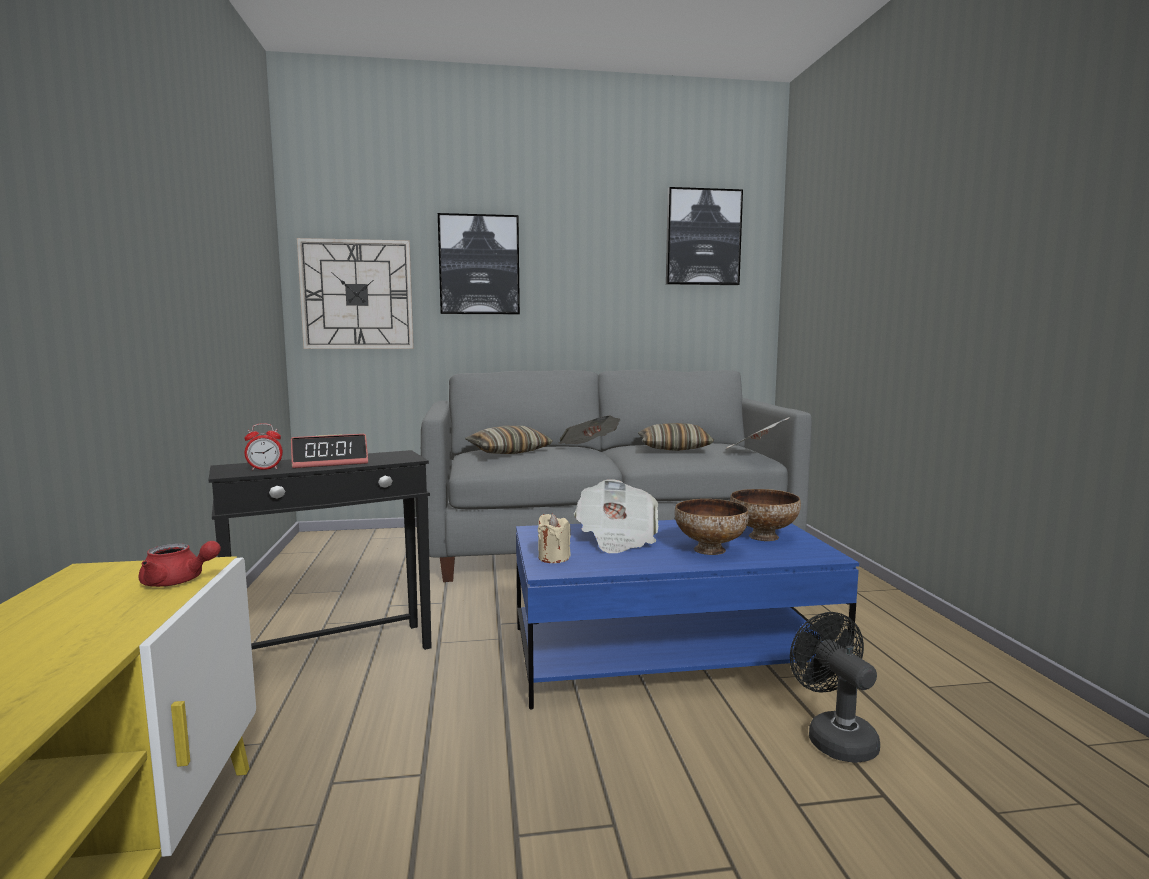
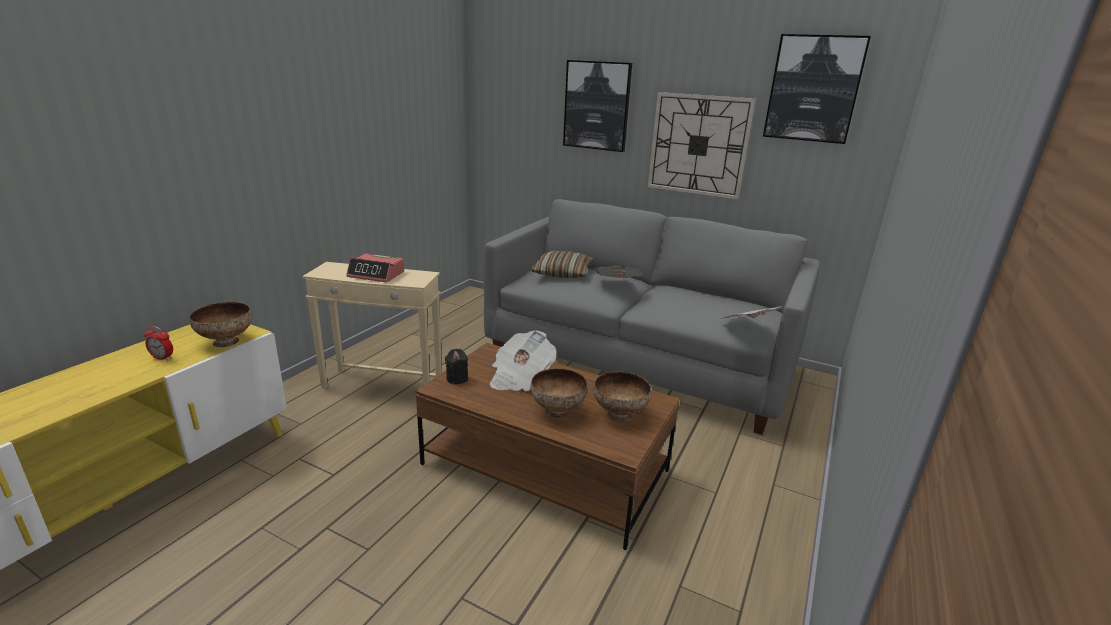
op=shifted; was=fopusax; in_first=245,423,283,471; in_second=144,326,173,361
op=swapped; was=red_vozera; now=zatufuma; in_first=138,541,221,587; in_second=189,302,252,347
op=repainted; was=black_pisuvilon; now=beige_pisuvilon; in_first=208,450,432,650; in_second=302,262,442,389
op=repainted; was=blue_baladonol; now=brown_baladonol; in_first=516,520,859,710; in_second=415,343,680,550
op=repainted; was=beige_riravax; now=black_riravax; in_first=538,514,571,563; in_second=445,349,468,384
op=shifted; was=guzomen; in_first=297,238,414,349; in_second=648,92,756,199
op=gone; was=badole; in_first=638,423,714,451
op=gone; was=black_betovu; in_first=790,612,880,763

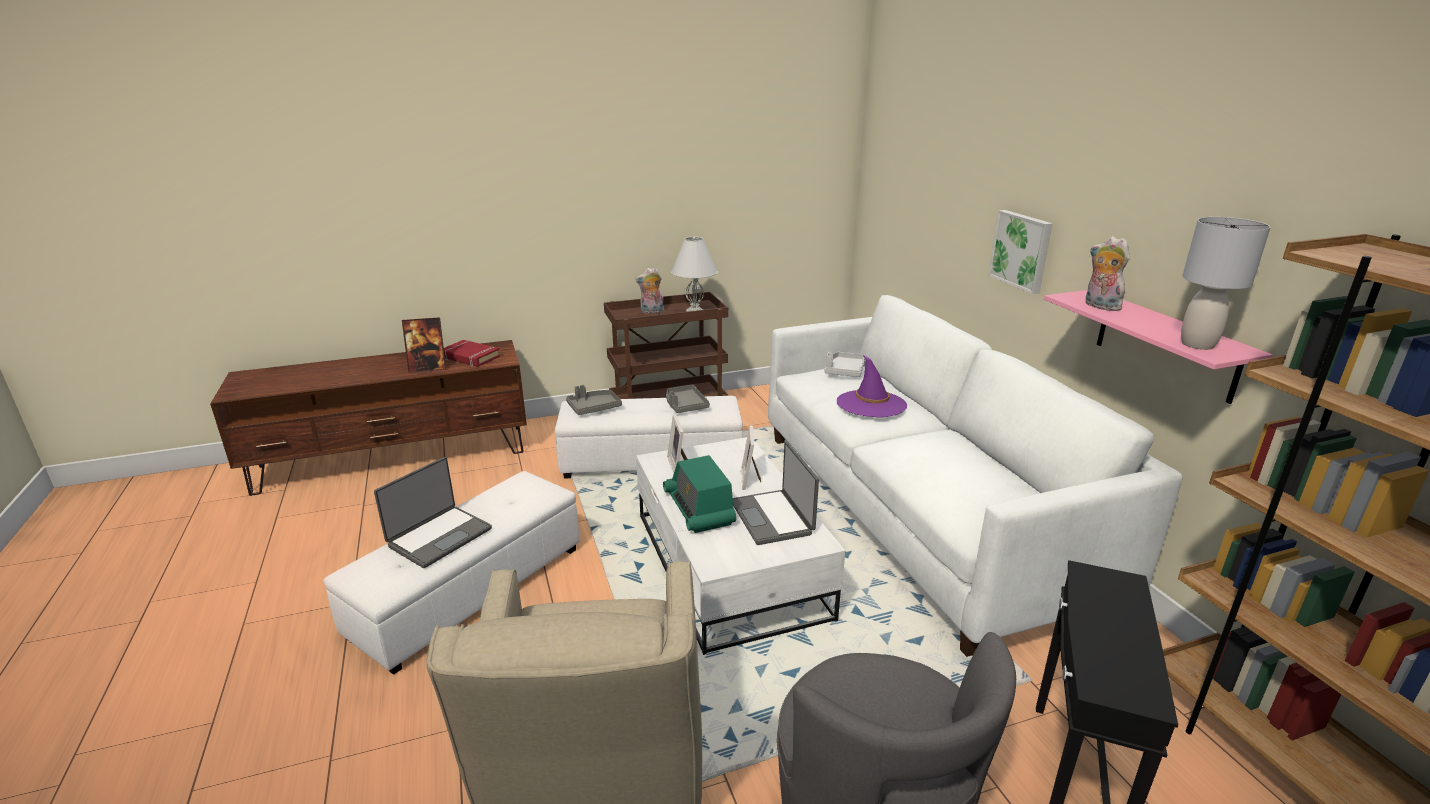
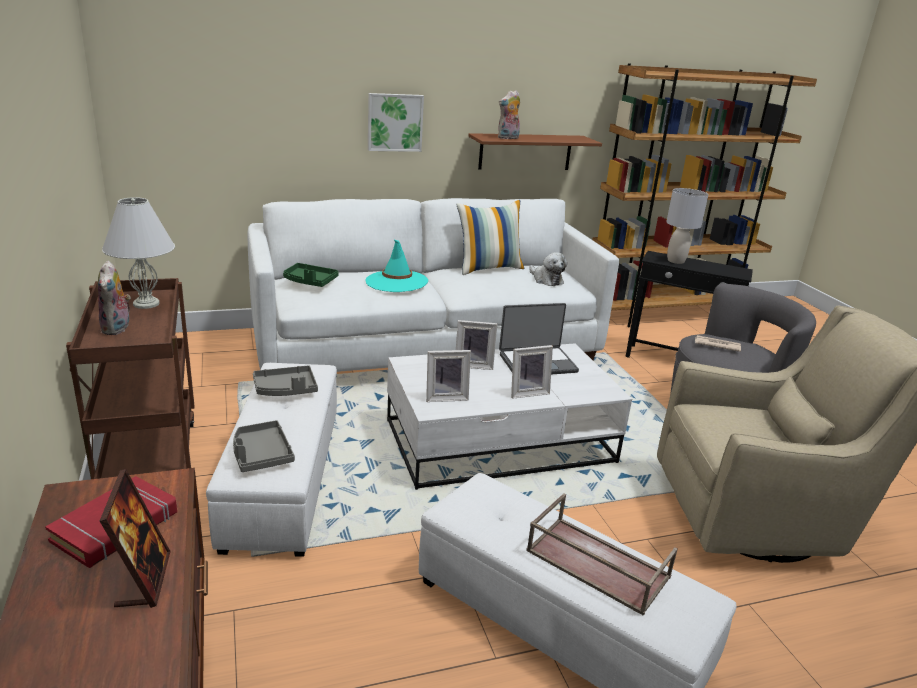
op=repainted; was=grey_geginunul; now=green_geginunul; in_first=825,352,865,377; in_second=283,263,339,287
op=repainted; was=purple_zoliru; now=turquoise_zoliru; in_first=837,355,907,417; in_second=365,240,428,292
op=new; now=badole; in_second=456,200,525,275
op=repainted; was=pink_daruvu; now=brown_daruvu; in_first=1044,290,1273,404; in_second=468,133,602,170
op=swapped; was=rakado; now=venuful; in_first=663,455,736,533; in_second=511,345,553,399
op=swapped; was=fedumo; now=brown_geginunul; in_first=374,457,492,568; in_second=526,493,678,616
op=new; now=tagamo; in_second=529,252,567,286
op=shifted; was=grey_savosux; in_first=1181,217,1271,350; in_second=667,188,708,264
op=new; now=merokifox; in_second=695,335,741,352

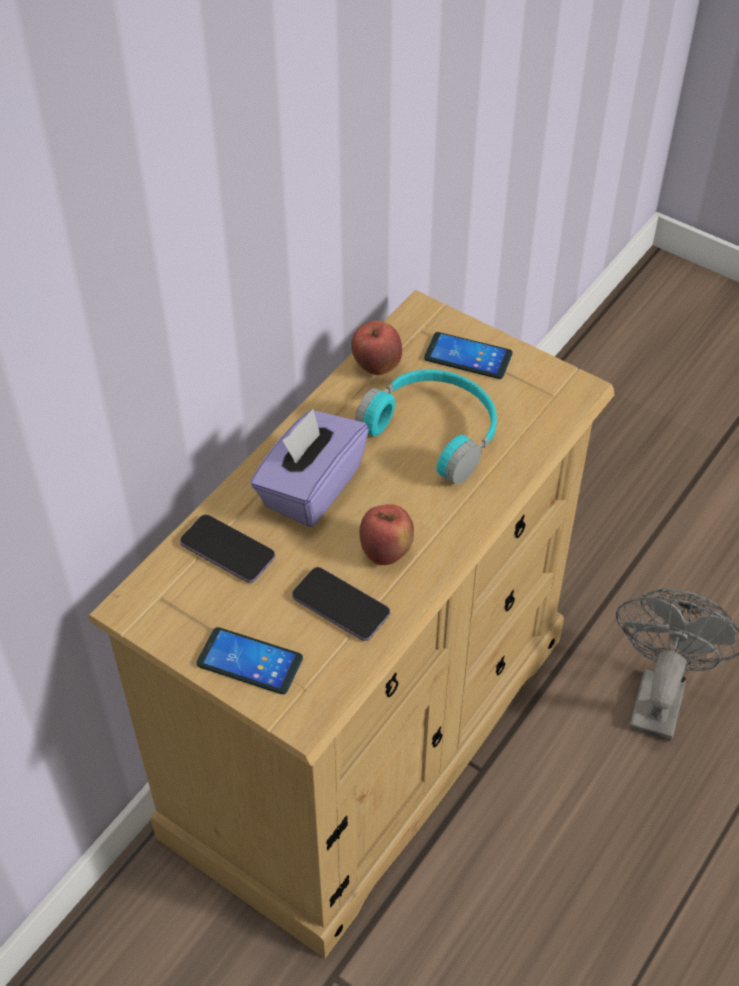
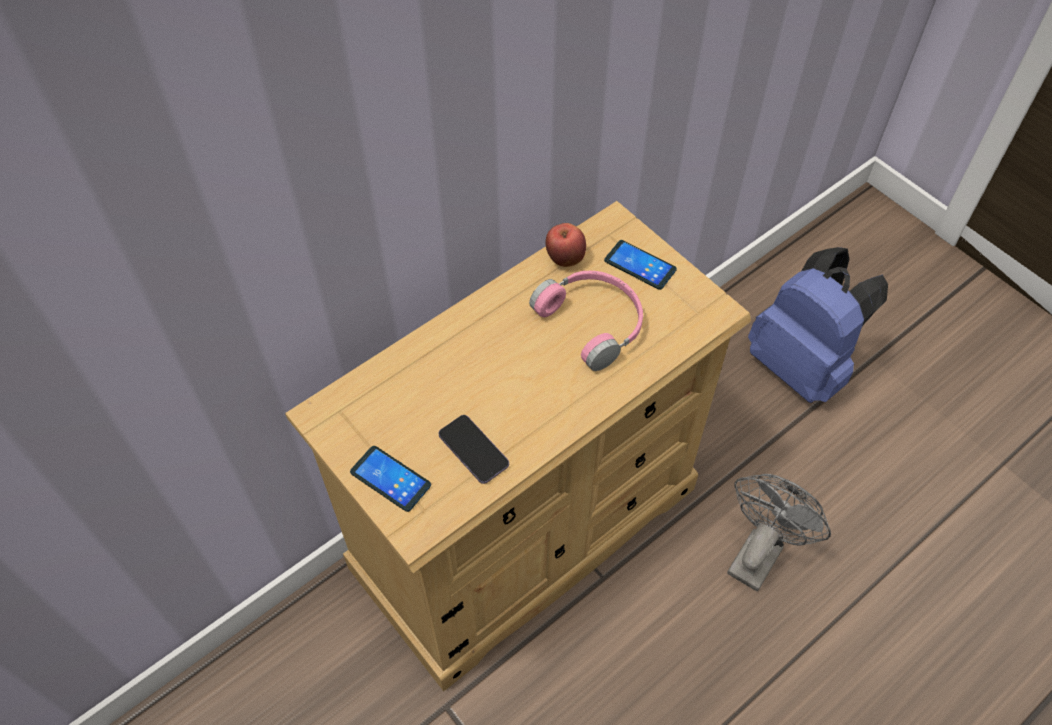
op=repainted; was=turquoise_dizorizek; now=pink_dizorizek; in_first=355,369,497,484; in_second=529,271,643,371
op=new; now=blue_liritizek; in_second=748,247,888,403
op=gone; was=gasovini; in_first=180,514,275,583
op=gone; was=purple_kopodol; in_first=250,409,369,527
op=gone; was=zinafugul; in_first=359,504,414,565

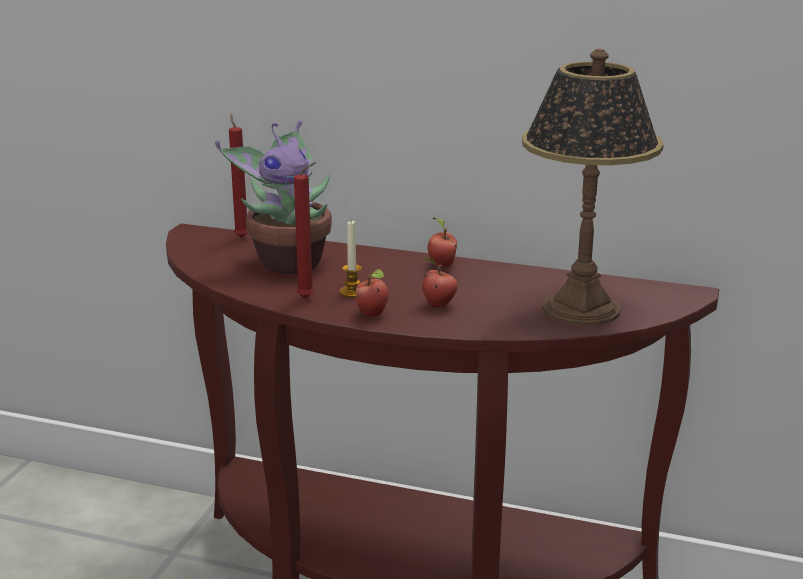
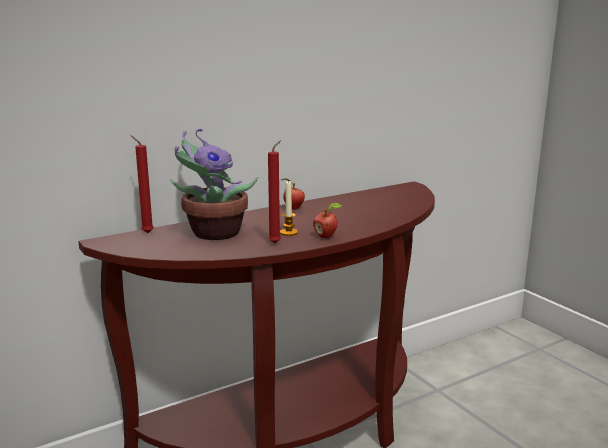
op=gone; was=zinafugul; in_first=416,258,458,308
op=gone; was=savosux; in_first=522,49,664,326

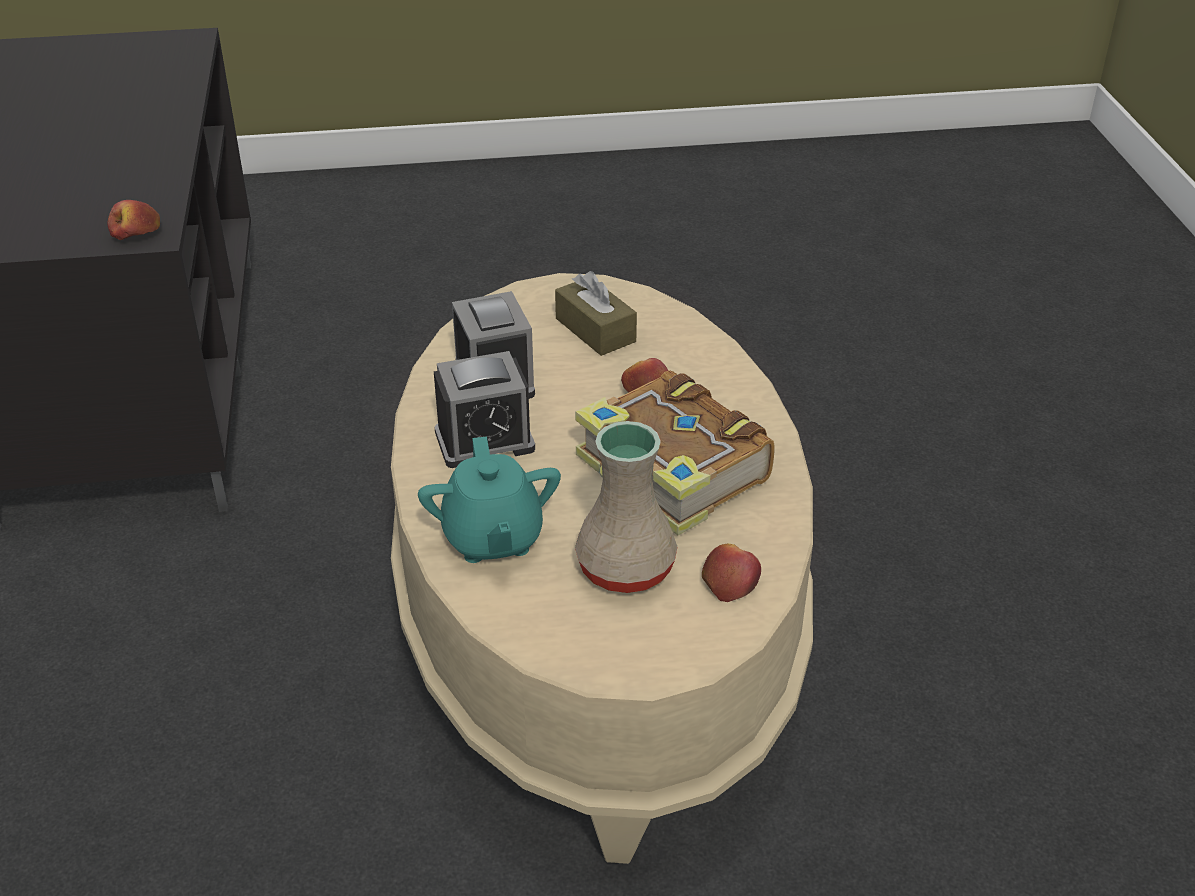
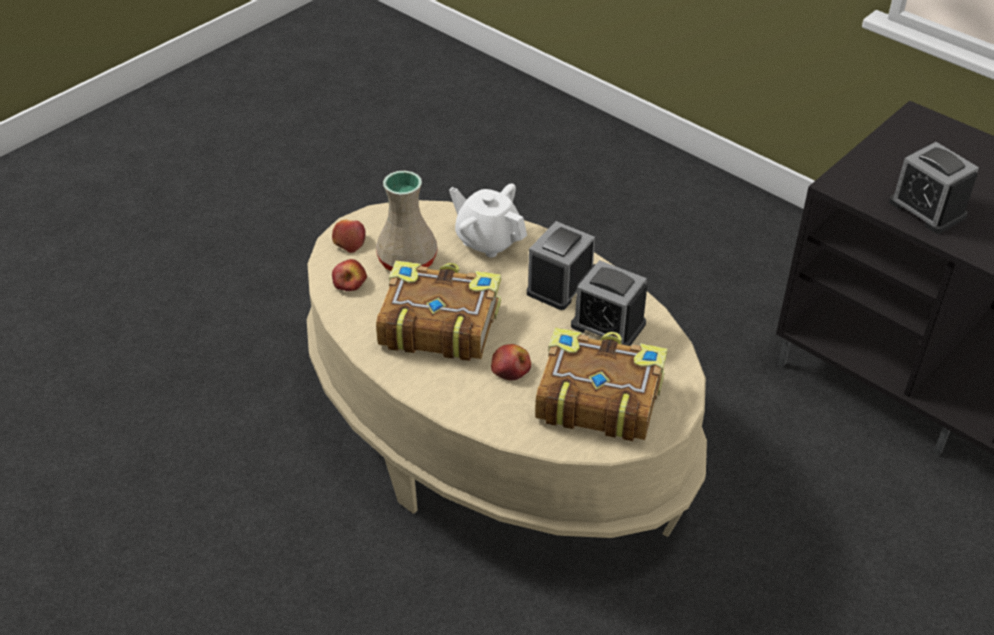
op=shifted; was=zinafugul; in_first=107,200,160,240; in_second=332,219,366,253
op=repainted; was=turquoise_vozera; now=white_vozera; in_first=418,437,561,563; in_second=449,184,527,258
op=swapped; was=brown_kopodol; now=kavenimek; in_first=555,271,637,356; in_second=535,327,668,441
op=new; now=fopusax; in_second=889,142,979,234

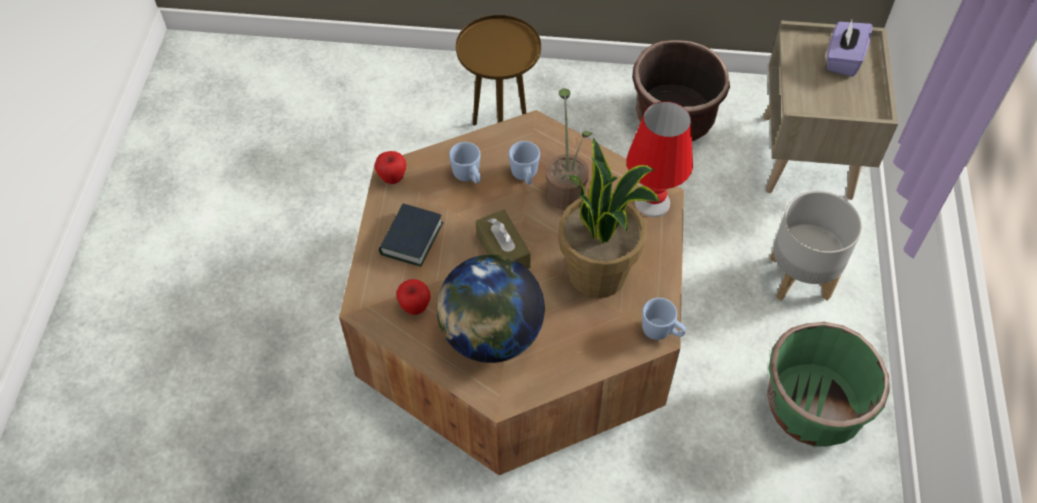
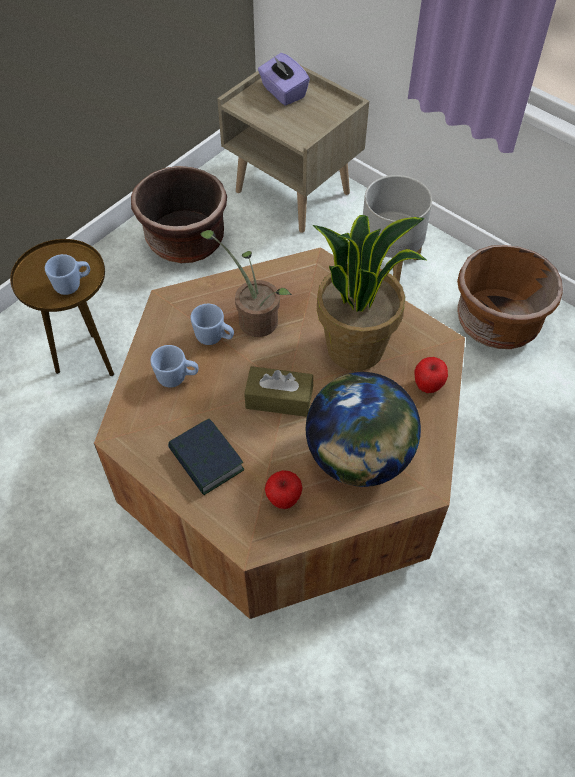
op=shifted; was=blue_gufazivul; in_first=642,298,686,340; in_second=45,254,90,295
op=shifted; was=zinafugul; in_first=375,151,406,184; in_second=414,357,448,393
op=repainted; was=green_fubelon; now=brown_fubelon; in_first=767,322,889,447; in_second=457,245,563,349
op=gone; was=red_savosux; in_first=626,101,693,217

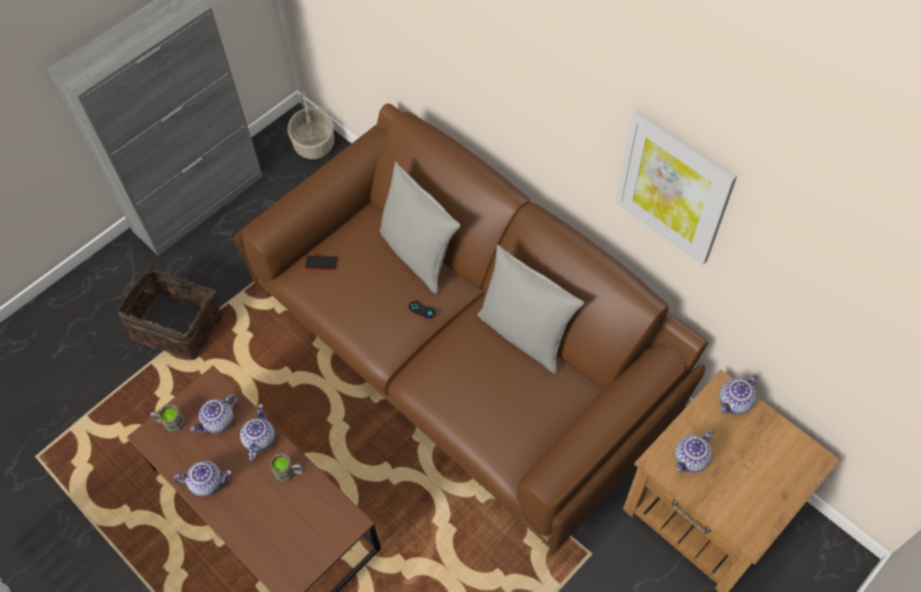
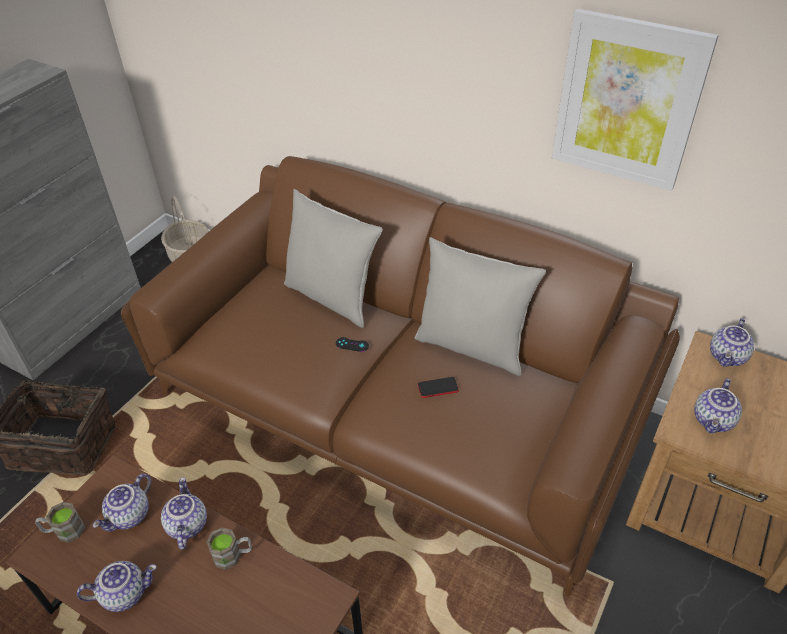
op=shifted; was=gasovini; in_first=305,256,337,270; in_second=418,377,459,398

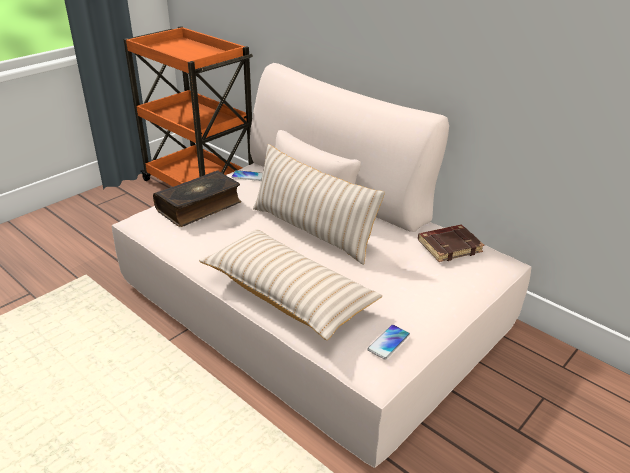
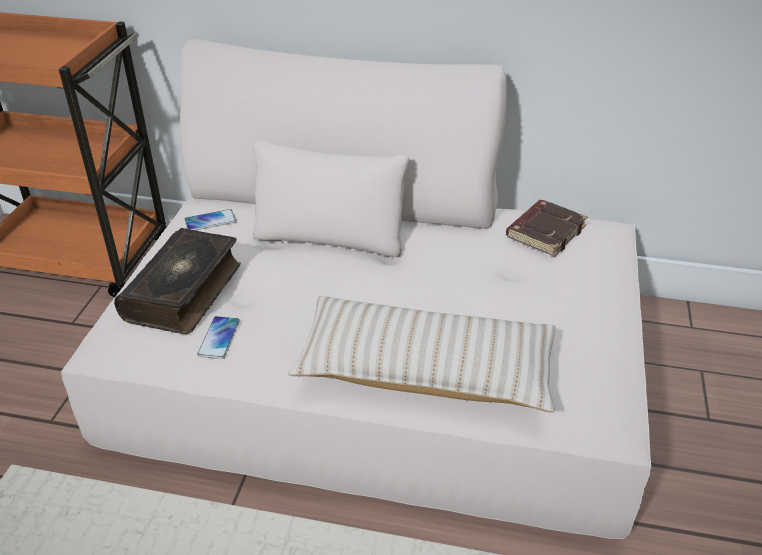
op=shifted; was=gasovini; in_first=367,325,410,360; in_second=197,316,240,359
op=gone; was=beige_badole; in_first=253,144,385,265

